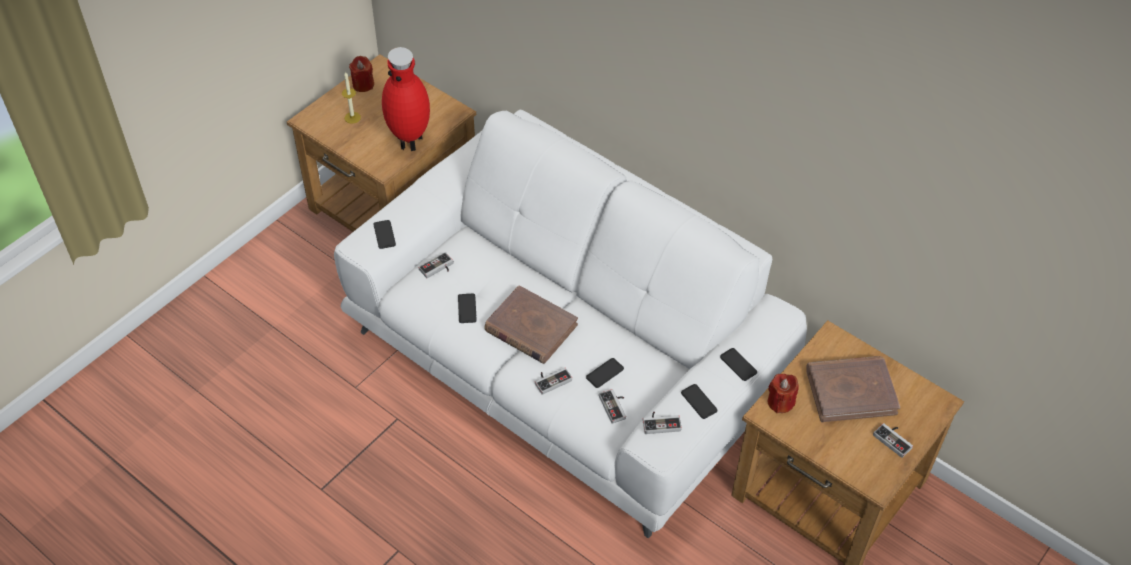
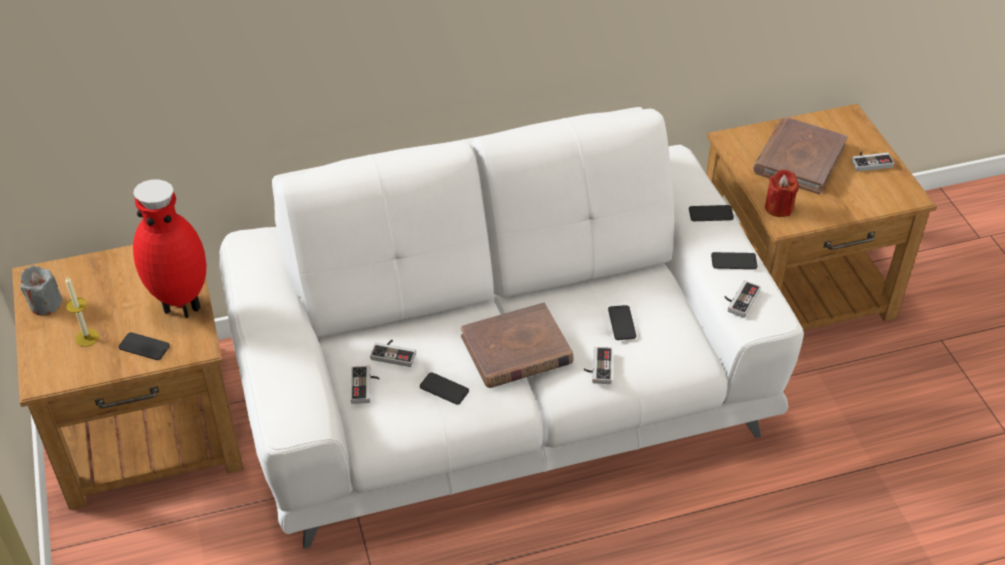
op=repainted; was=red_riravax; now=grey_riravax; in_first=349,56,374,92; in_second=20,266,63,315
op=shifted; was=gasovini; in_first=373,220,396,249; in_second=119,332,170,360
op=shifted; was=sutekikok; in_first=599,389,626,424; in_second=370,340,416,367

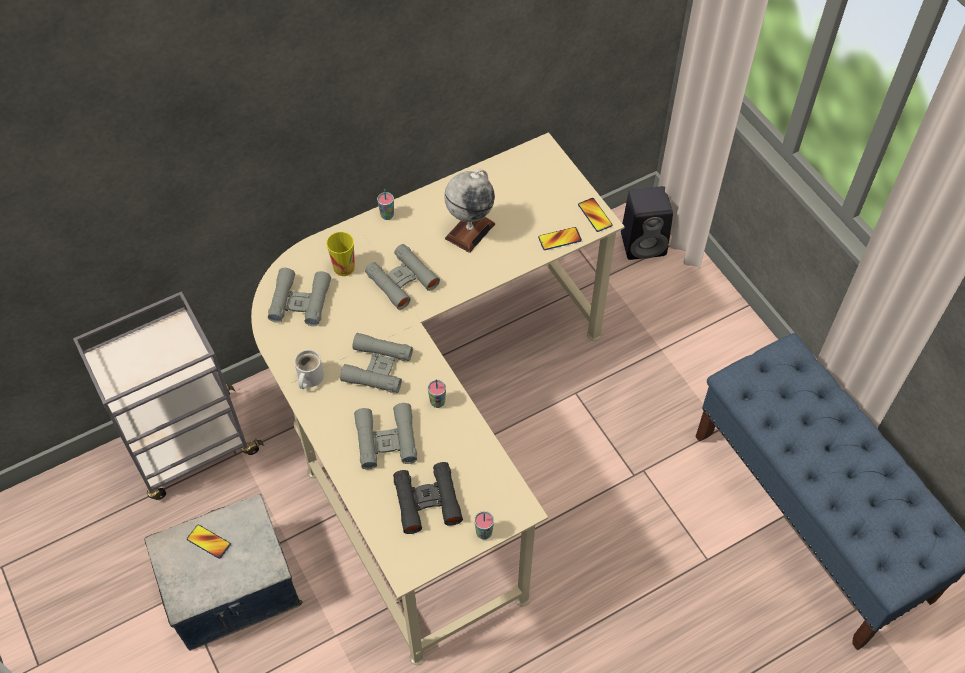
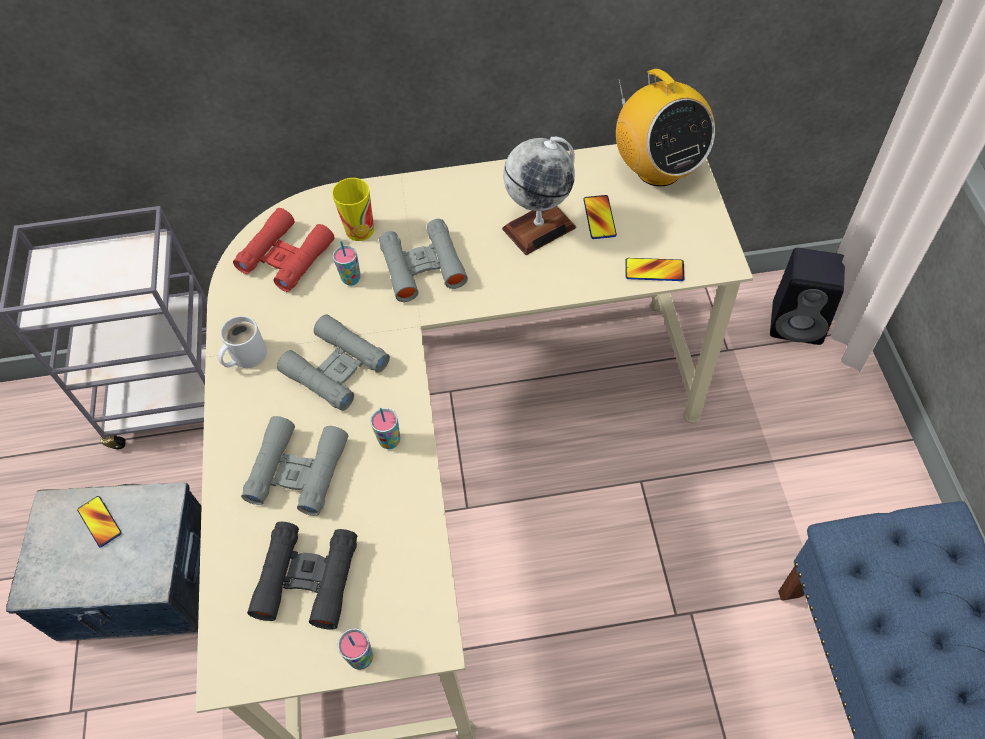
op=repainted; was=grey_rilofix; now=red_rilofix; in_first=268,268,331,326; in_second=233,208,335,292
op=shifted; was=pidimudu; in_first=377,189,394,220; in_second=333,241,361,286
op=shifted; was=gasovini; in_first=578,198,613,232; in_second=583,195,617,239
op=new; now=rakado; in_second=616,69,715,186

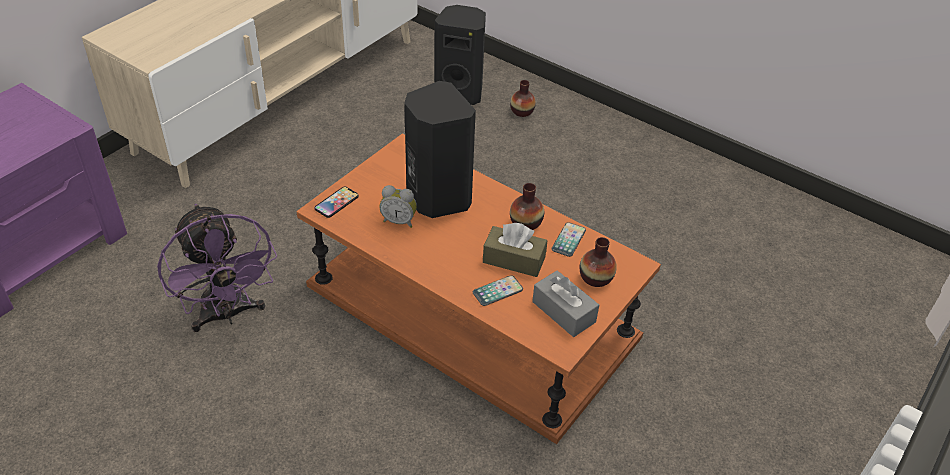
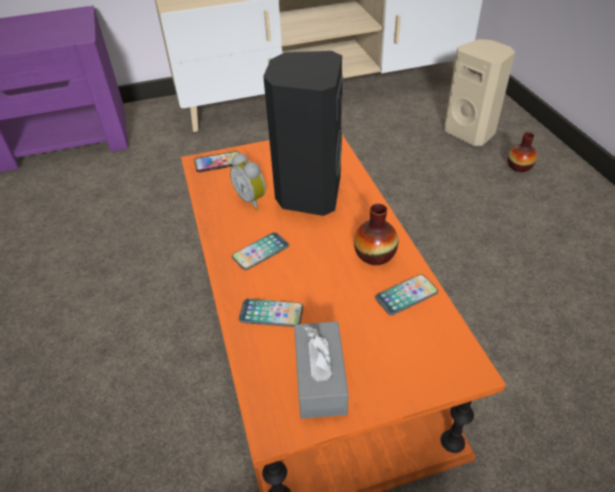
op=new; now=gasovini; in_second=232,232,289,270
op=repainted; was=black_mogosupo; now=beige_mogosupo; in_first=434,5,486,105; in_second=444,39,515,146
op=gone; was=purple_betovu; in_first=157,204,277,332
op=gone; was=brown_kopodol; in_first=483,223,547,277
op=gone; was=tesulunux; in_first=580,237,617,287

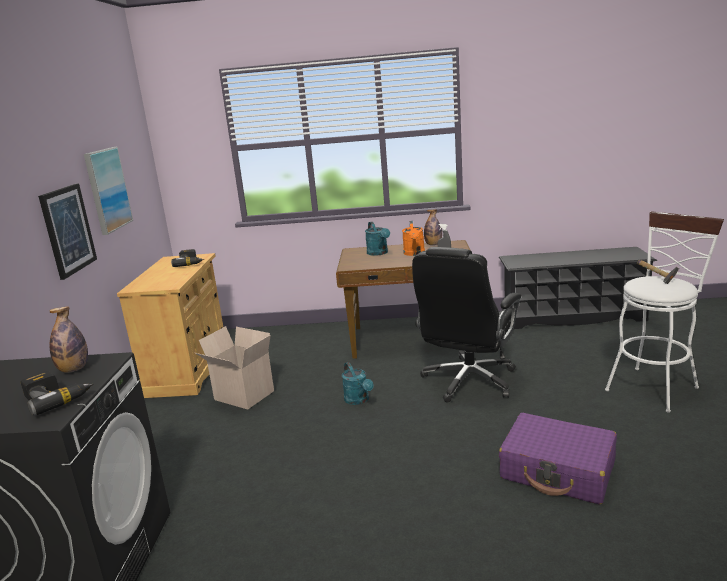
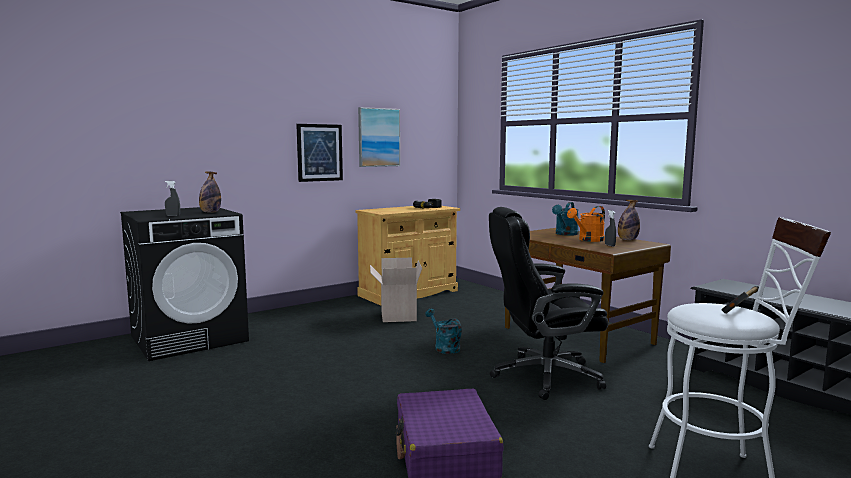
op=swapped; was=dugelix; now=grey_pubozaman; in_first=20,371,94,416; in_second=165,181,180,216
op=rotated; was=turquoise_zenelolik; in_first=342,362,374,405; in_second=425,308,462,354; clockwise=120

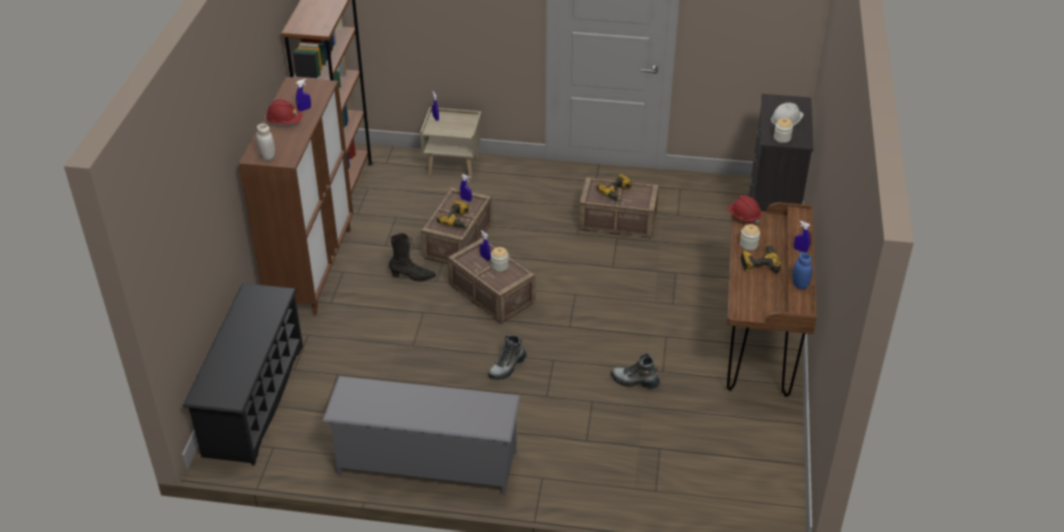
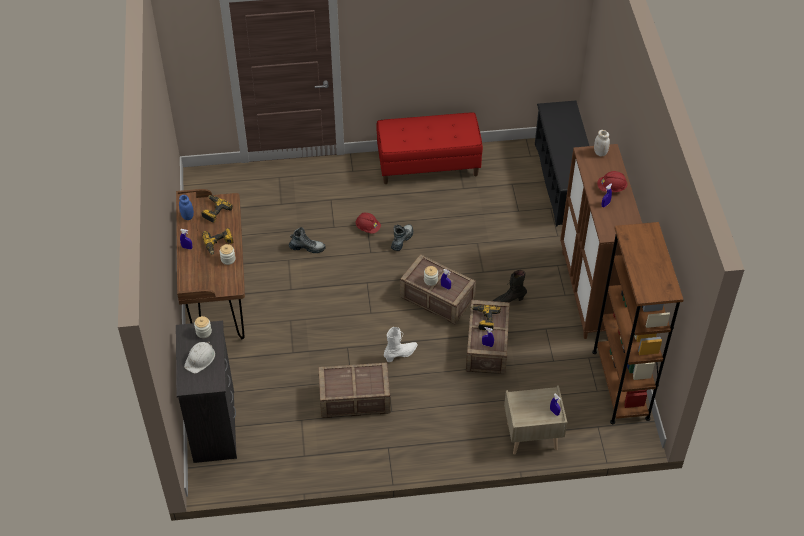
op=shifted; was=dugelix; in_first=596,174,632,202; in_second=202,195,233,223
op=shifted; was=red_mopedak; in_first=727,195,761,225; in_second=355,213,381,234
op=swapped; was=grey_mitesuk; now=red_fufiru; in_first=322,376,521,495; in_second=376,113,483,184
op=new; now=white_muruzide; in_second=384,327,418,362

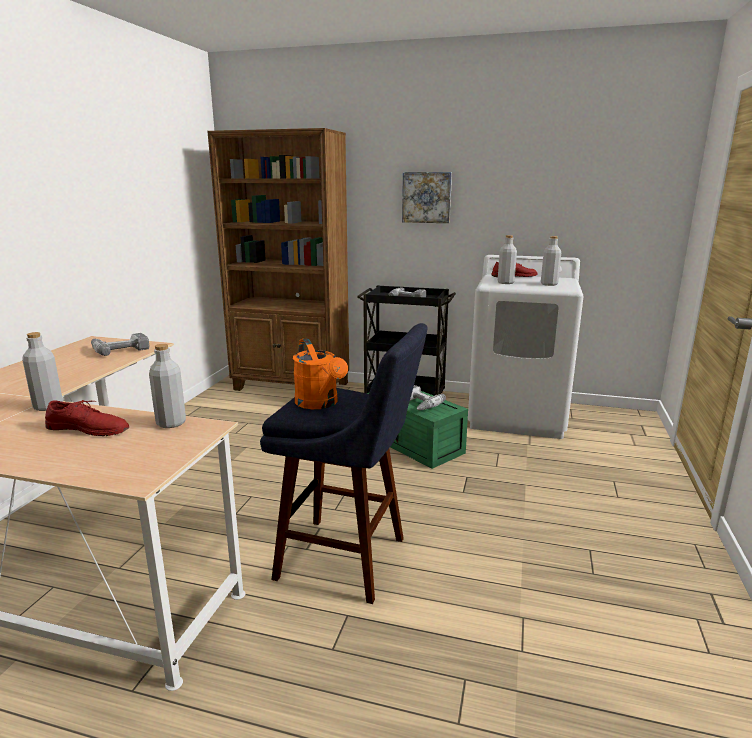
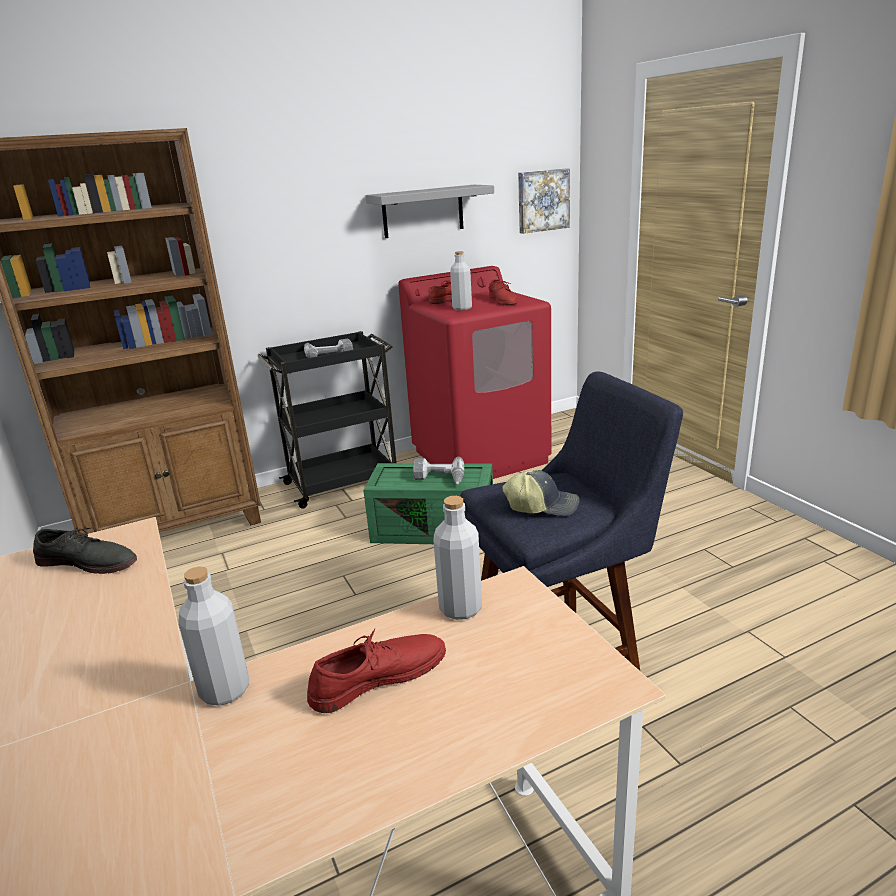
op=swapped; was=dugelix; now=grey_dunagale; in_first=91,333,149,356; in_second=33,527,137,574
op=new; now=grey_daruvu; in_second=365,185,494,238
op=repainted; was=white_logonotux; now=red_logonotux; in_first=468,255,584,439; in_second=398,266,551,479
op=swapped; was=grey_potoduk; now=red_dunagale; in_first=541,236,561,286; in_second=489,279,517,305
op=swapped; was=orange_zenelolik; now=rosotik; in_first=293,338,348,409; in_second=502,470,579,516
op=shifted; was=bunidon; in_first=402,172,452,223; in_second=518,168,570,234

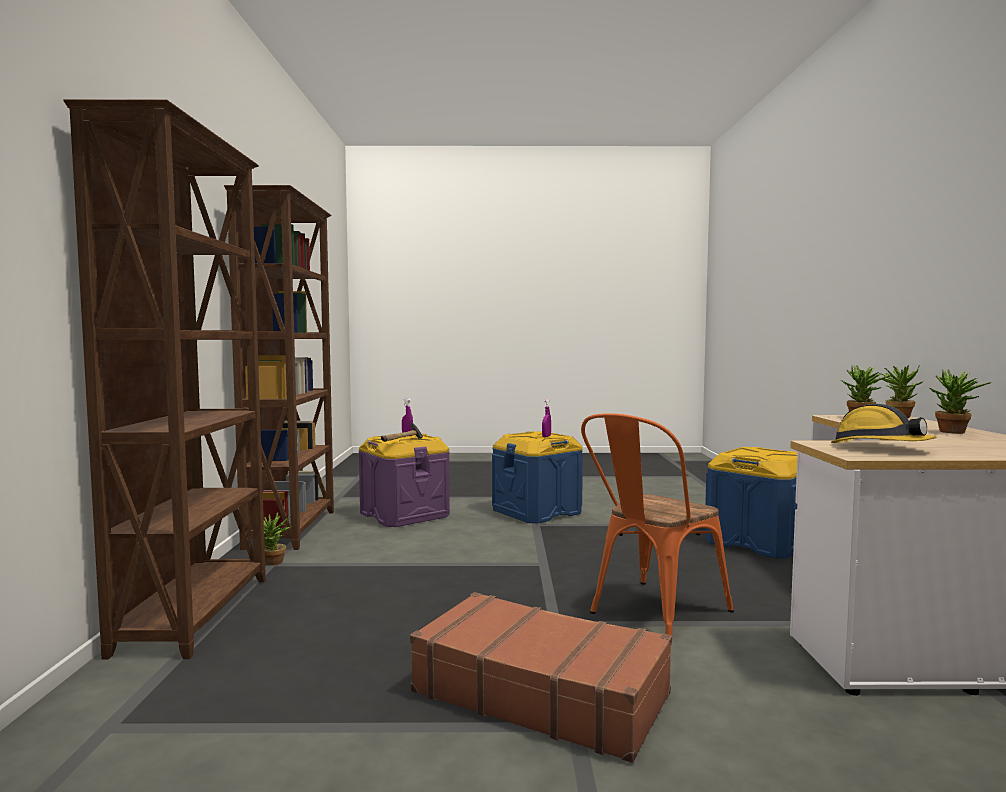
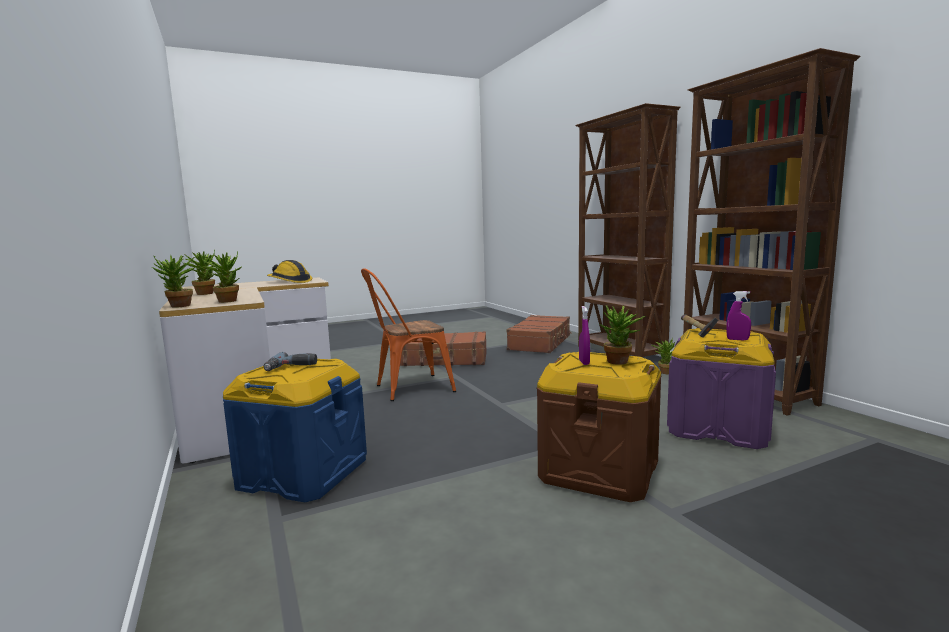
op=new; now=dugelix; in_second=263,352,317,371
op=rotated; was=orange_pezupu; in_first=581,413,734,636; in_second=361,268,456,401; clockwise=-135
op=new; now=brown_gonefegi; in_second=506,315,572,353
op=repainted; was=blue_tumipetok; now=brown_tumipetok; in_first=492,431,583,523; in_second=537,352,661,502
op=new; now=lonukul; in_second=600,305,646,365

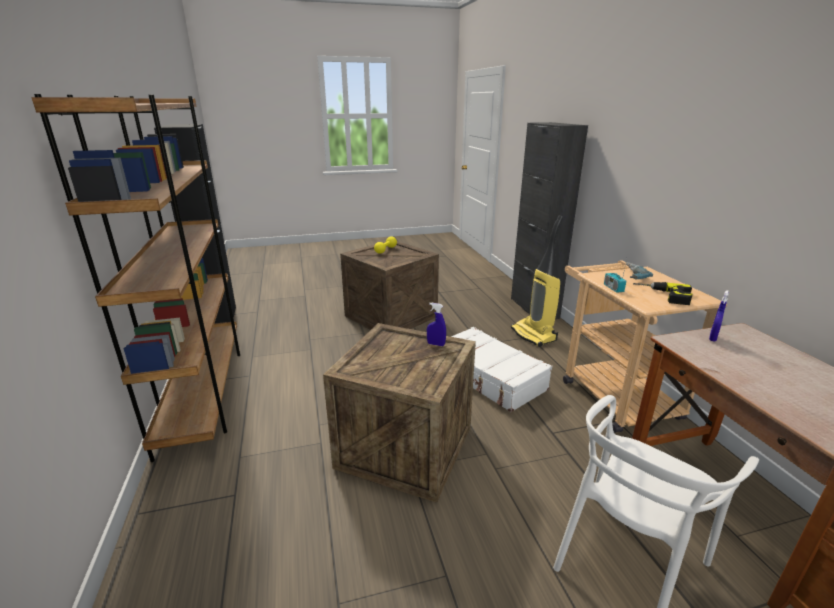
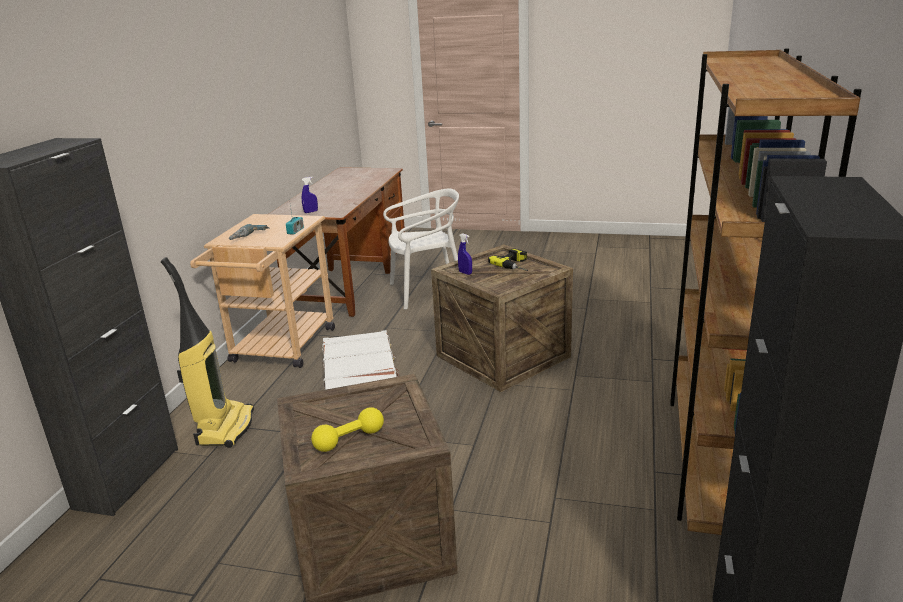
op=shifted; was=dugelix; in_first=633,282,693,305; in_second=488,248,529,271

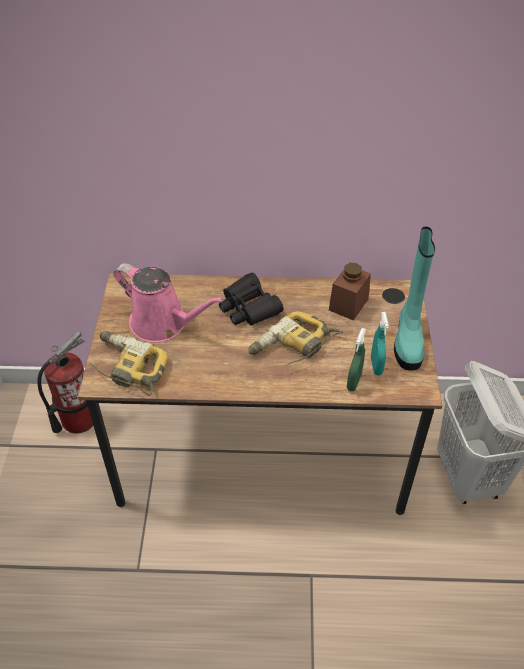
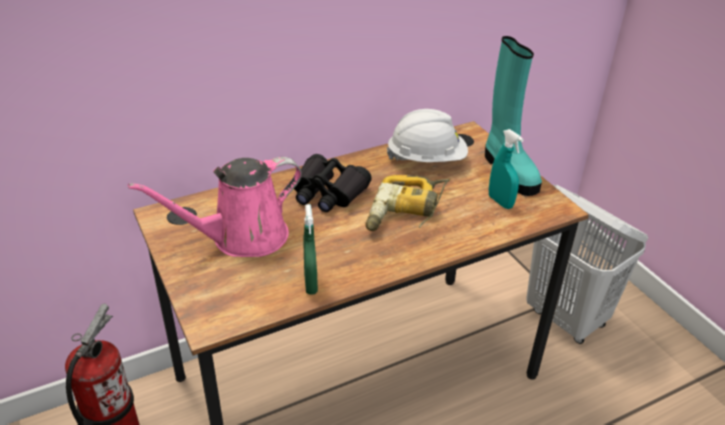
op=rotated; was=pink_zenelolik; in_first=114,263,224,343; in_second=128,157,302,257; clockwise=150
op=shifted; was=green_pubozaman; in_first=347,328,366,391; in_second=304,204,318,295
op=swapped; was=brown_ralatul; now=white_mopedak; in_first=329,263,371,321; in_second=387,109,468,162
op=gone; was=dugelix; in_first=91,331,168,396

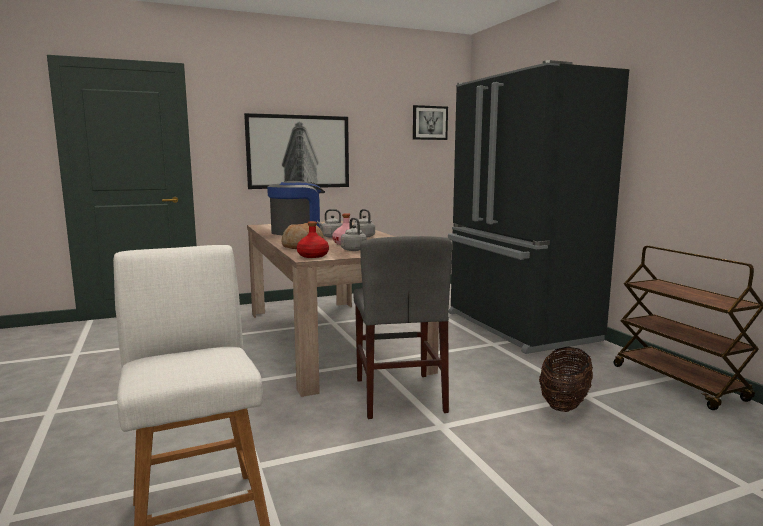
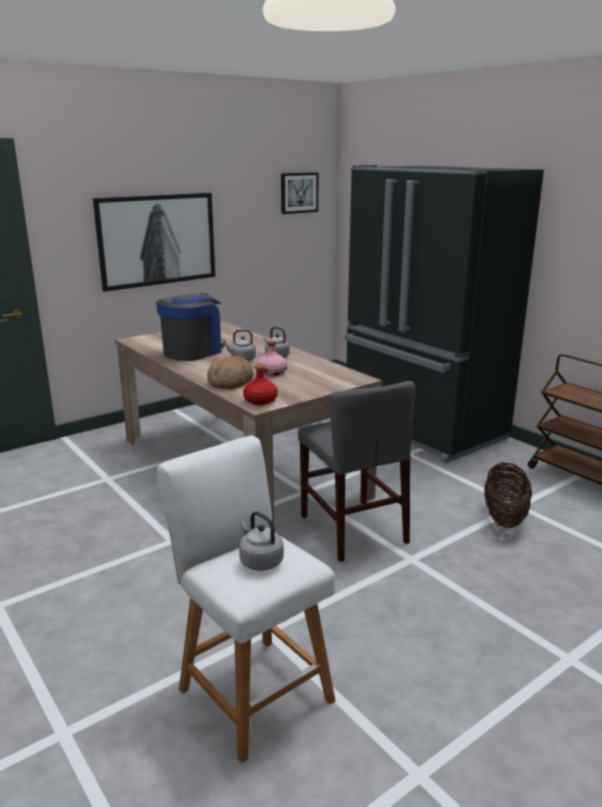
op=shifted; was=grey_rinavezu; in_first=341,218,367,251; in_second=239,511,284,571

